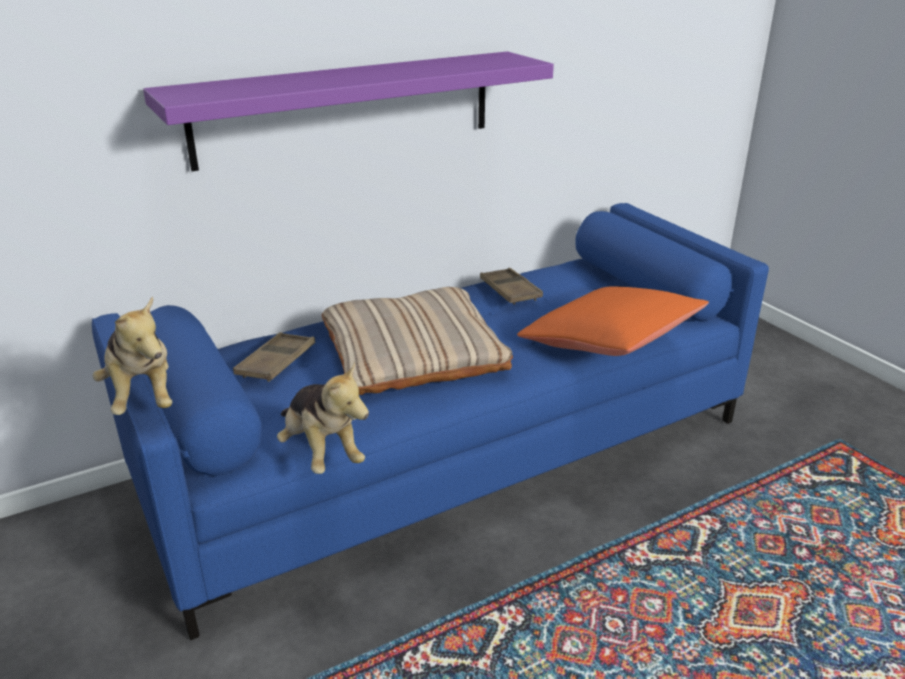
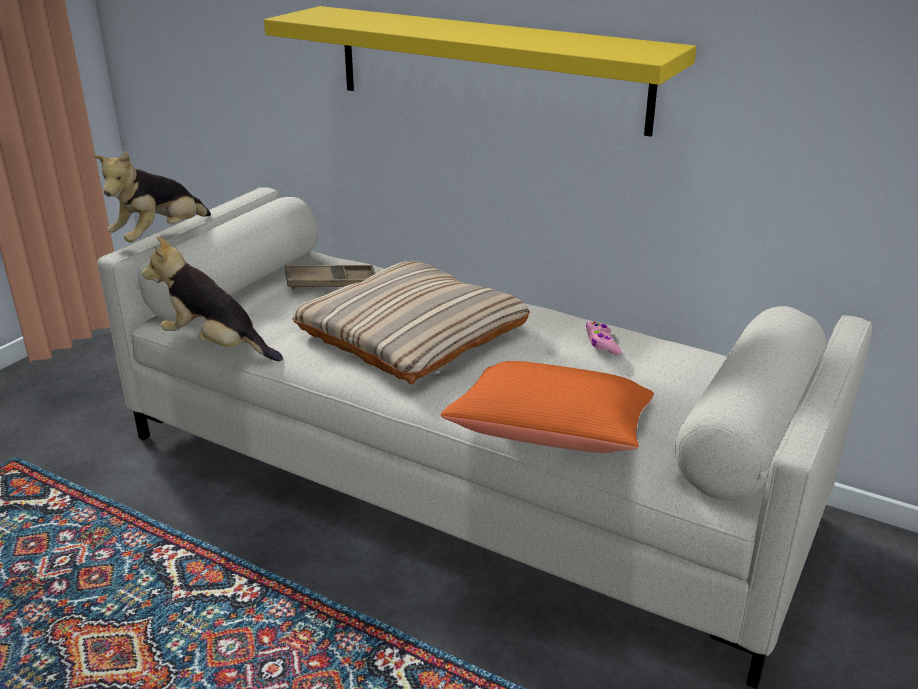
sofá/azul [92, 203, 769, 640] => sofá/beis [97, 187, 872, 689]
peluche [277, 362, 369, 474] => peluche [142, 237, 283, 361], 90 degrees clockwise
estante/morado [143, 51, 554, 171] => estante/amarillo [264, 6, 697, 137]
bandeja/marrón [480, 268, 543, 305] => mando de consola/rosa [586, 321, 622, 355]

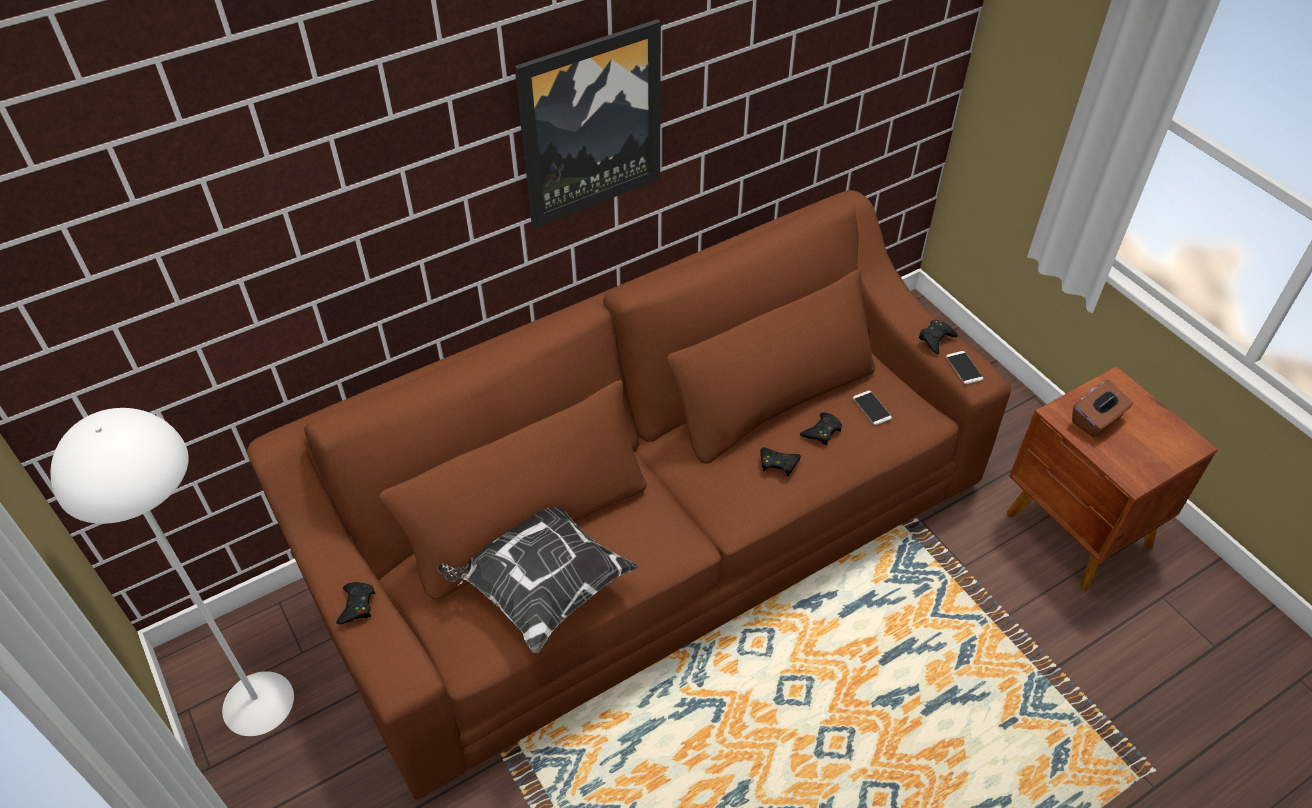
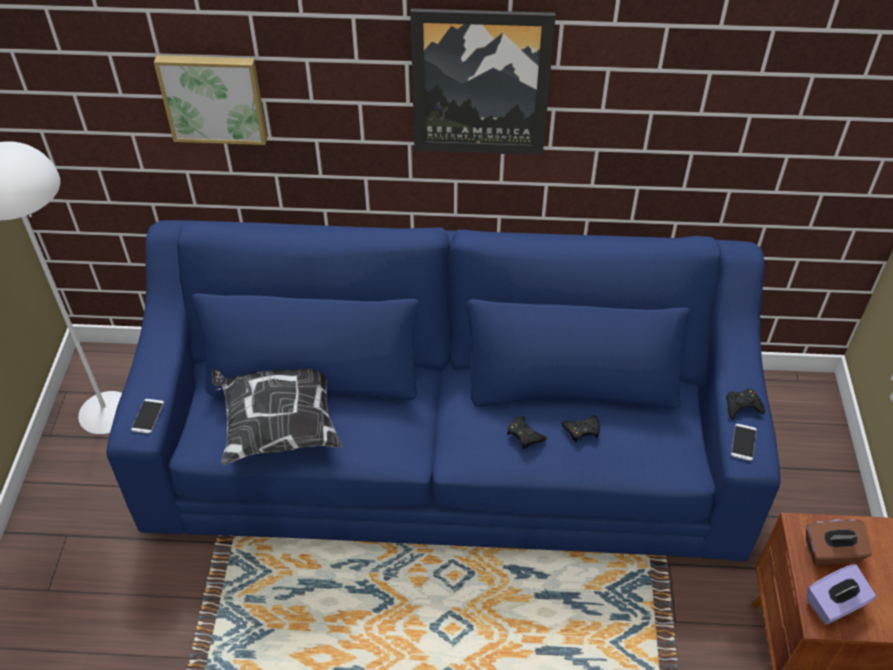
sofá/marrón [246, 190, 1011, 799] => sofá/azul [106, 220, 780, 561]
móvil [853, 391, 892, 425] => móvil [131, 399, 164, 434], move
nothing => cuadro [154, 55, 267, 145]
nothing => caja de pañuelos/morado [807, 564, 876, 625]
mando de consola/negro [336, 582, 375, 624] => nothing

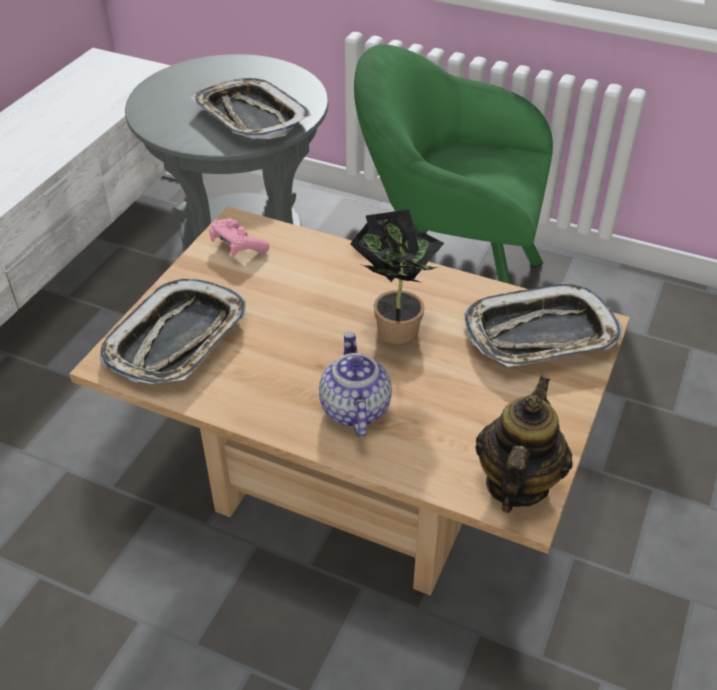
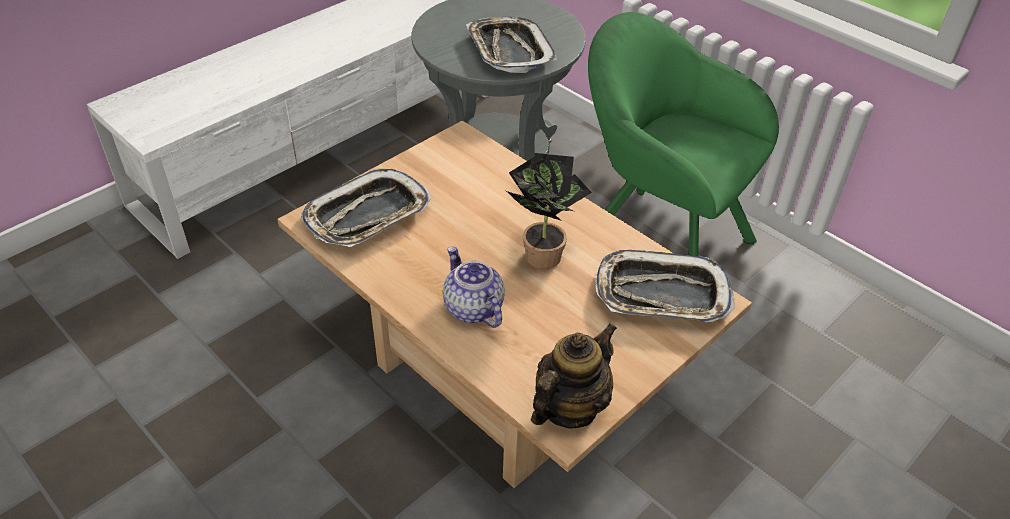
tetera [319, 332, 392, 437] => tetera [443, 246, 505, 328], 45 degrees counterclockwise
mando de consola/rosa [209, 218, 269, 257] => nothing

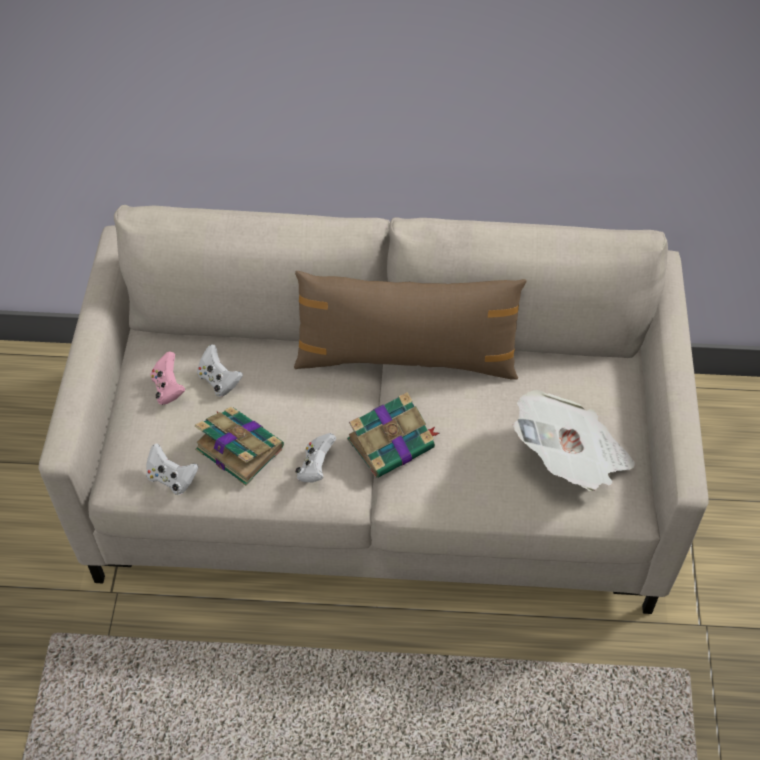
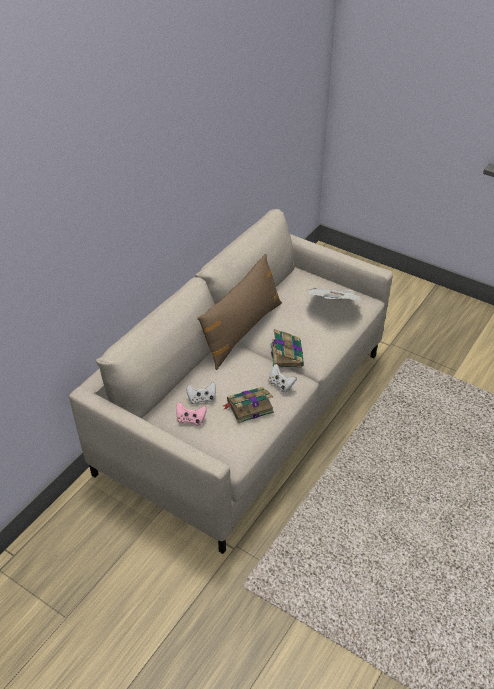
mando de consola/blanco [146, 443, 199, 495] => nothing

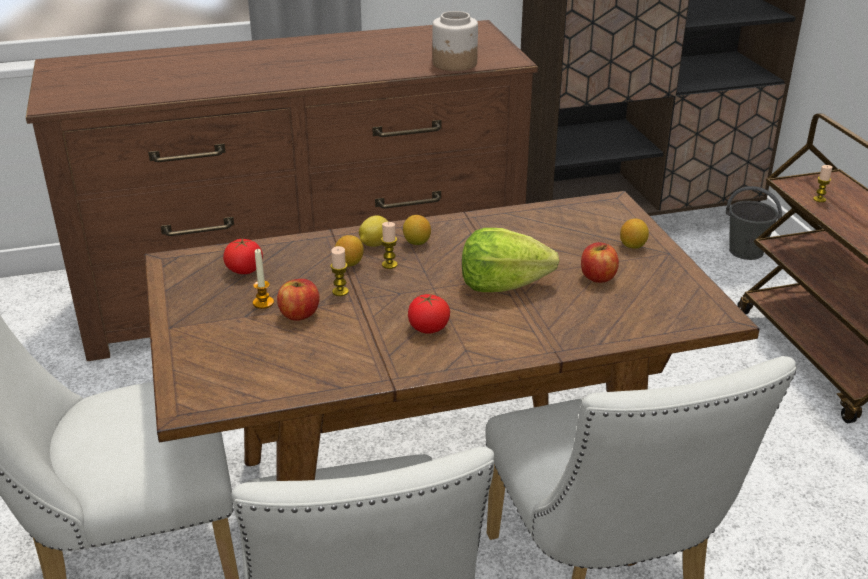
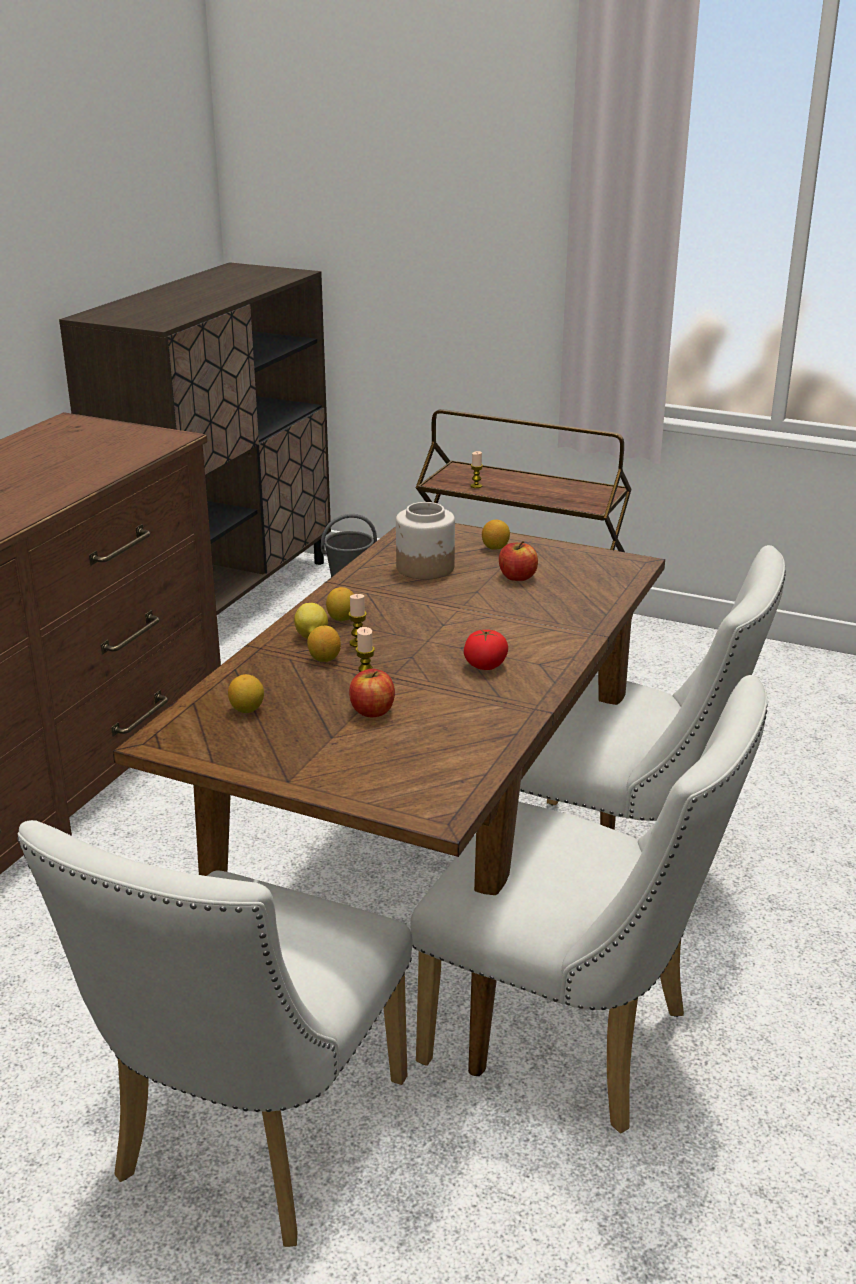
tomate [223, 238, 263, 274] => limón [228, 674, 264, 713]
tarro [432, 11, 478, 71] => tarro [396, 502, 455, 580], move
vela [253, 249, 274, 309] => nothing
lechuga [462, 228, 559, 292] => nothing

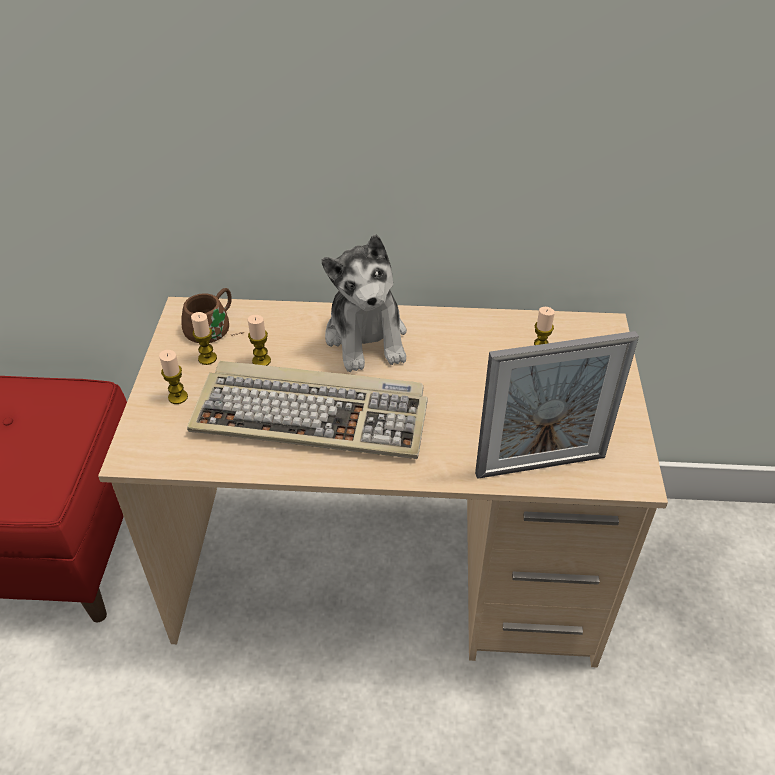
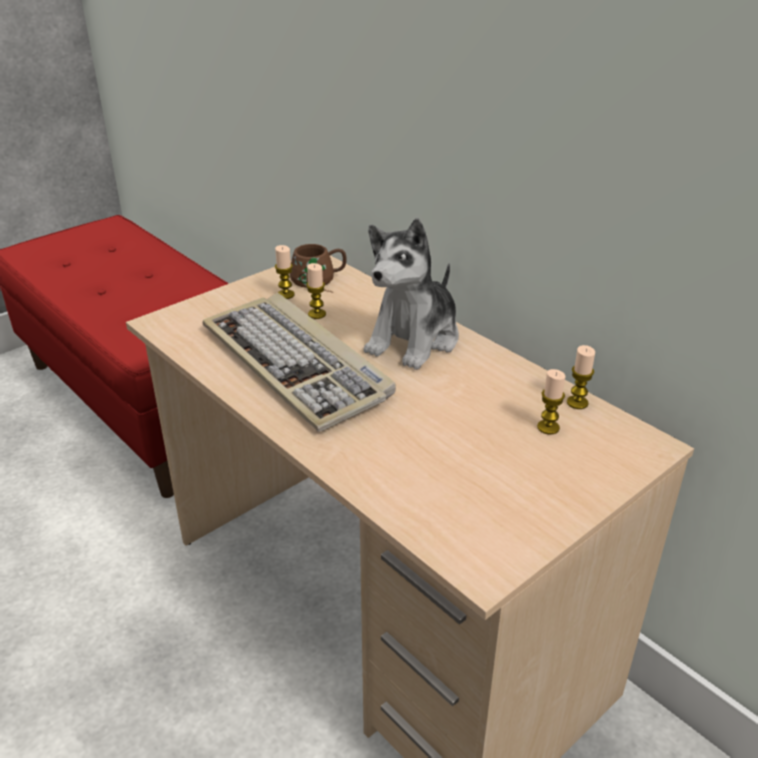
vela [159, 350, 188, 404] => vela [567, 345, 595, 409], move
portarretratos [475, 331, 639, 479] => nothing

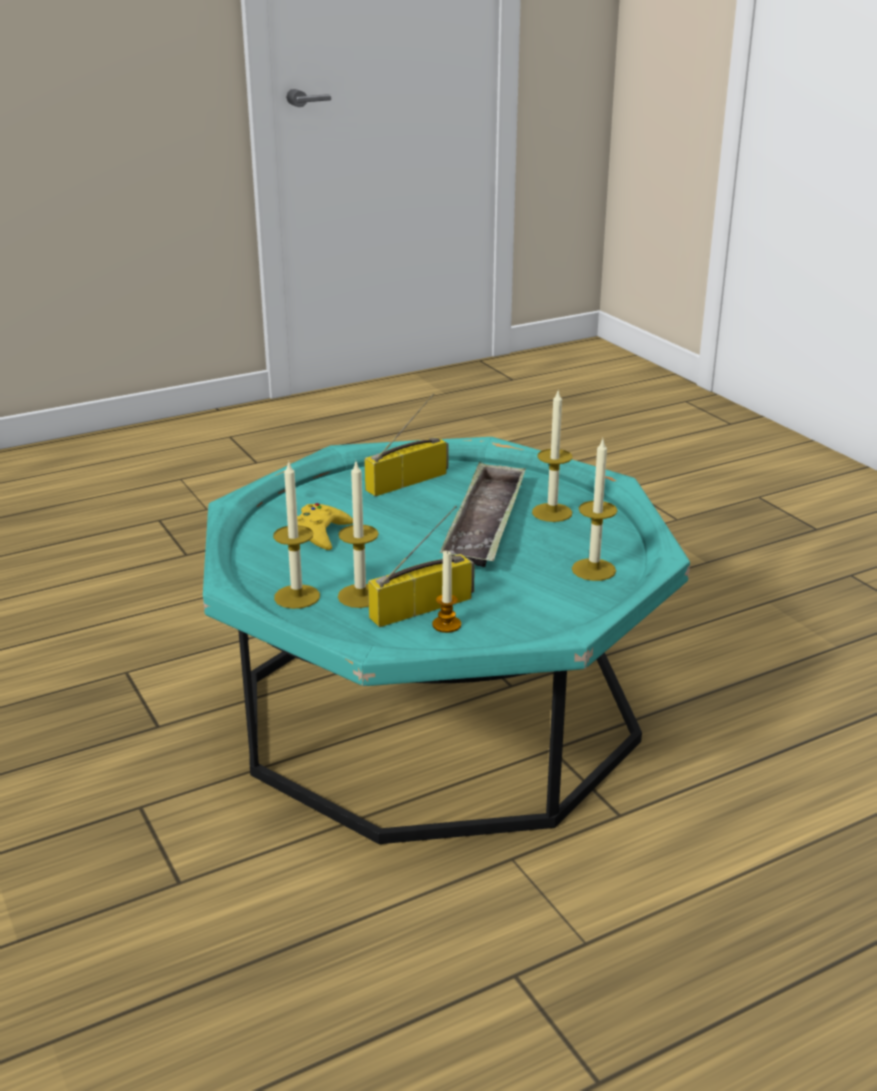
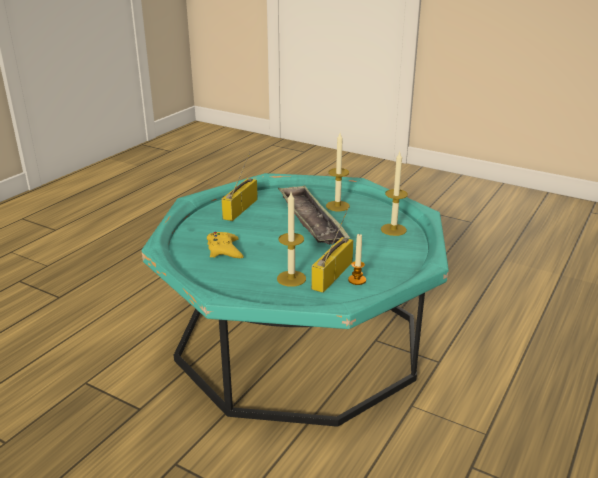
vela [273, 461, 320, 609] => nothing

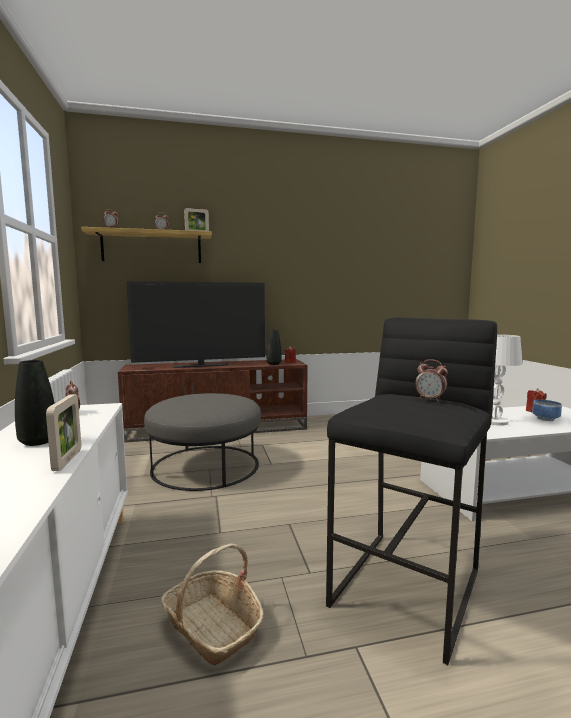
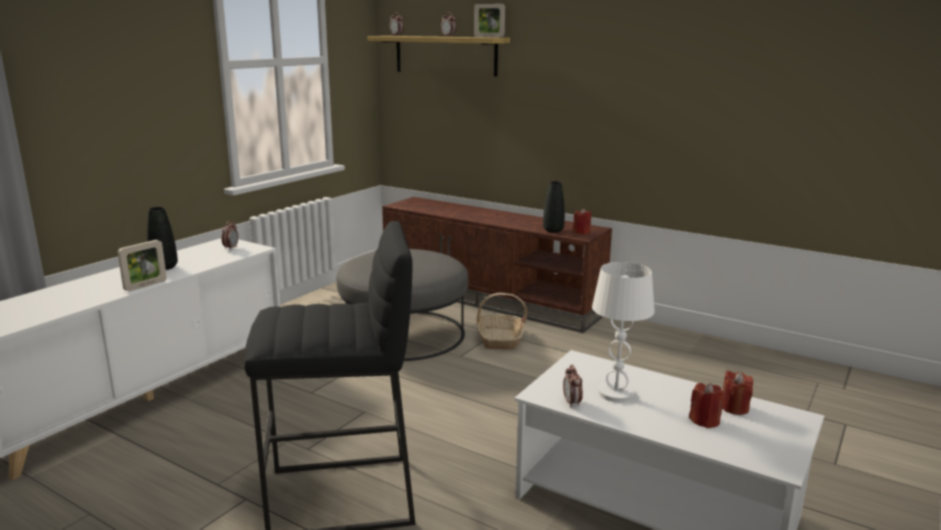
cesta [161, 544, 264, 666] => cesta [477, 293, 527, 350], move
despertador [415, 359, 448, 401] => despertador [563, 365, 583, 408], move
cuenco [532, 400, 562, 421] => vela/rojo [689, 383, 725, 428]
televisor [126, 281, 265, 368] => nothing

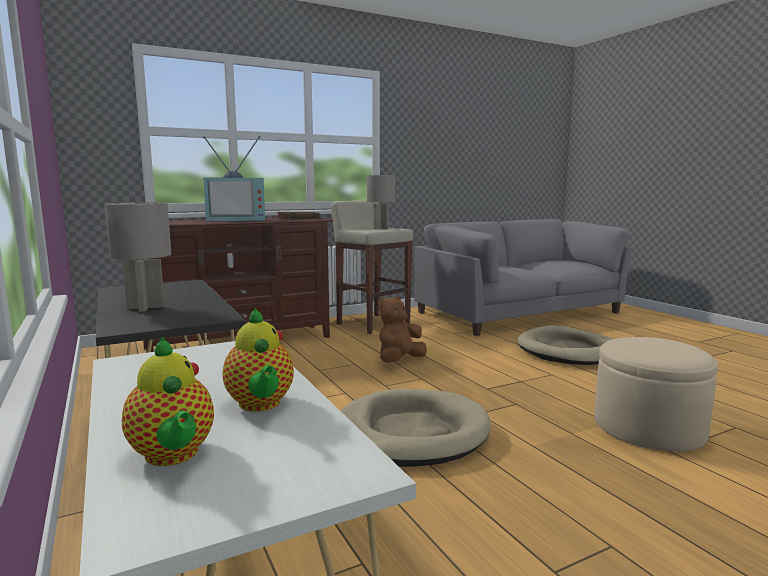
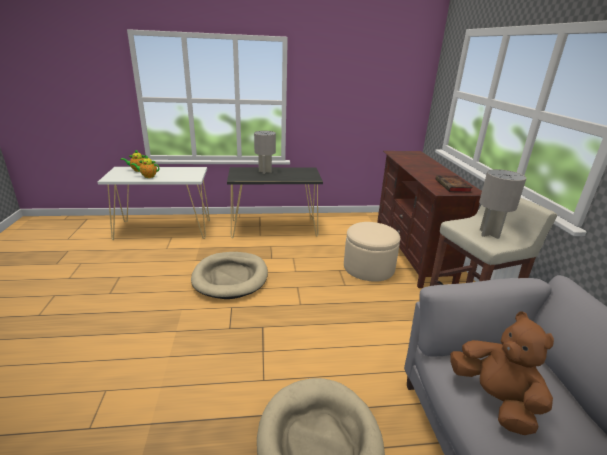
puf/beis [595, 337, 718, 451] => puf/beis [344, 222, 400, 282], move
peluche/marrón [378, 296, 427, 363] => peluche/marrón [450, 311, 554, 435], move
televisor [203, 135, 265, 221] => nothing

